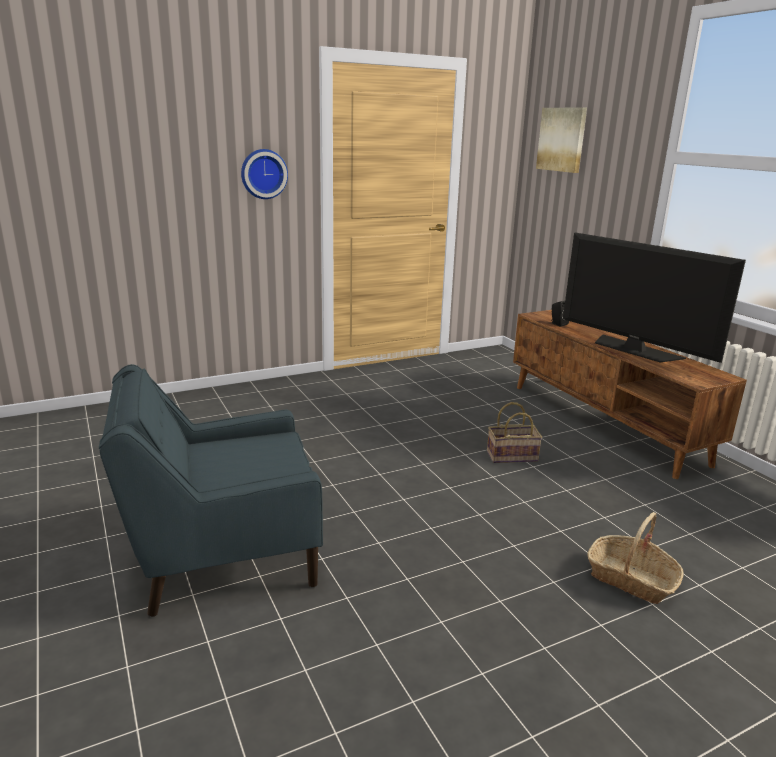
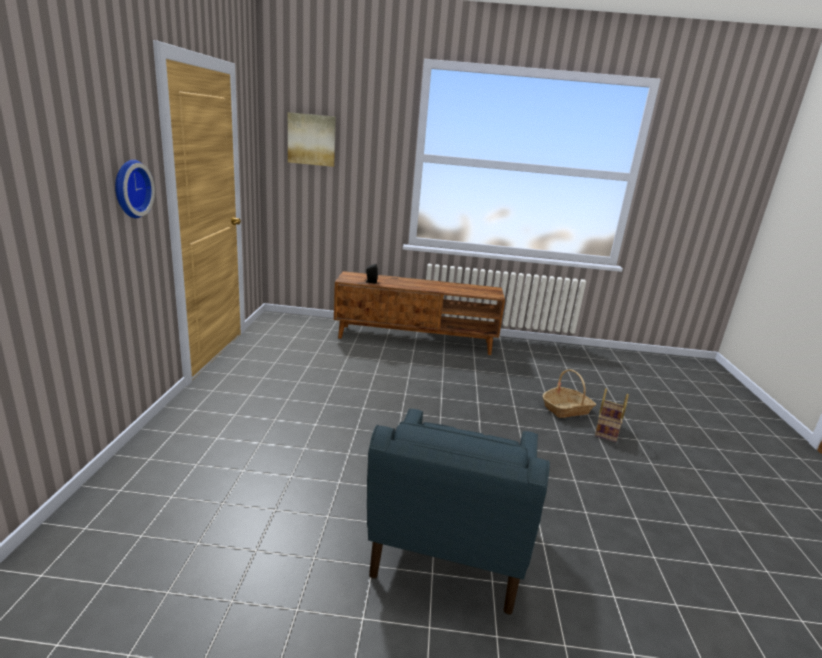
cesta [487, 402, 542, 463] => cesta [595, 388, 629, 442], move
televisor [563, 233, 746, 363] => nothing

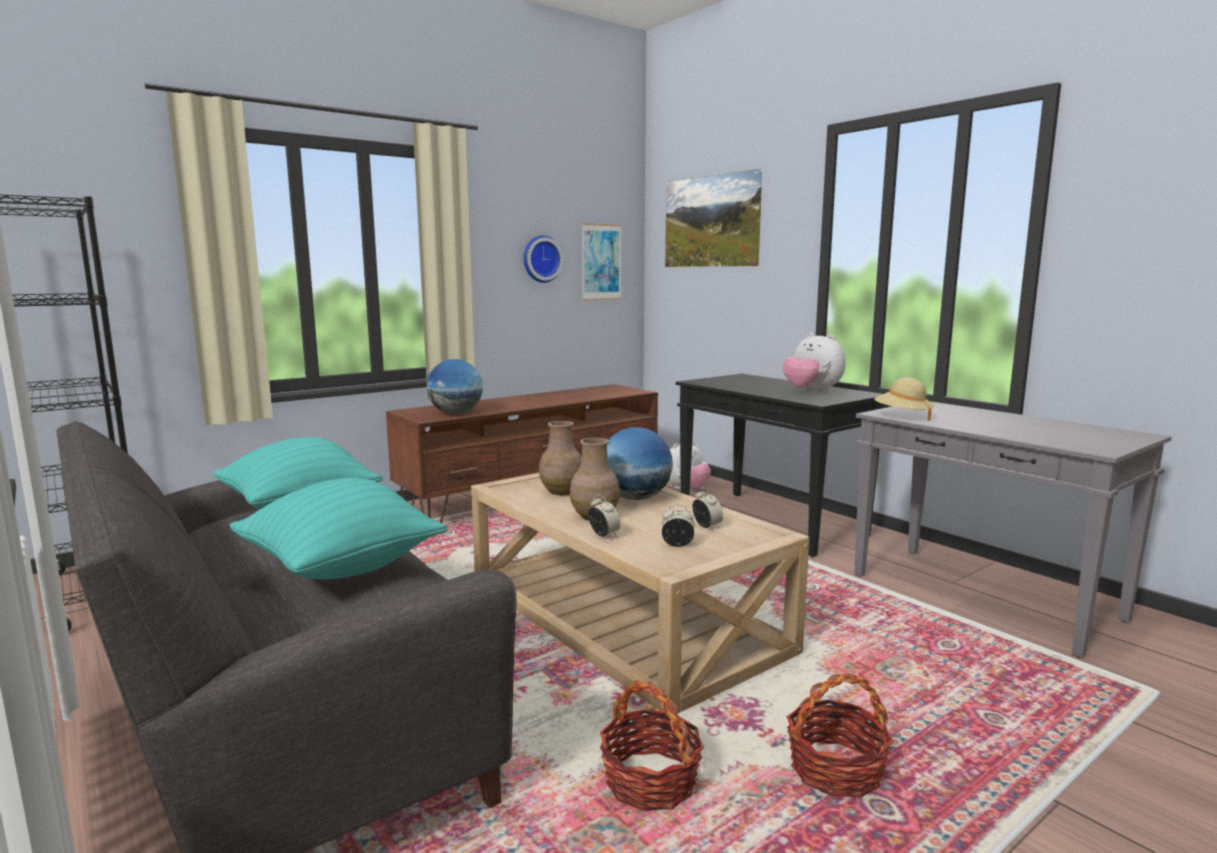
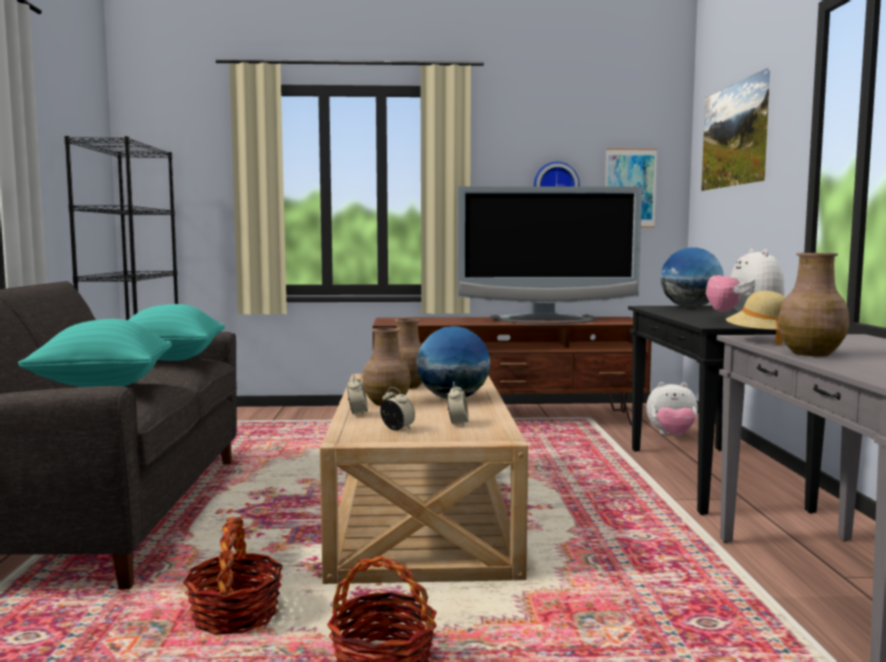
nothing => televisor [457, 186, 642, 324]
globo terráqueo [427, 359, 483, 414] => globo terráqueo [660, 247, 724, 308], move
nothing => florero/marrón [778, 253, 849, 356]

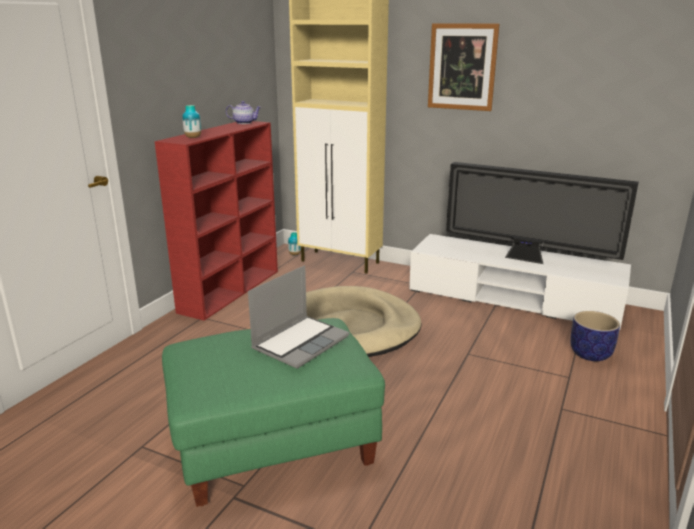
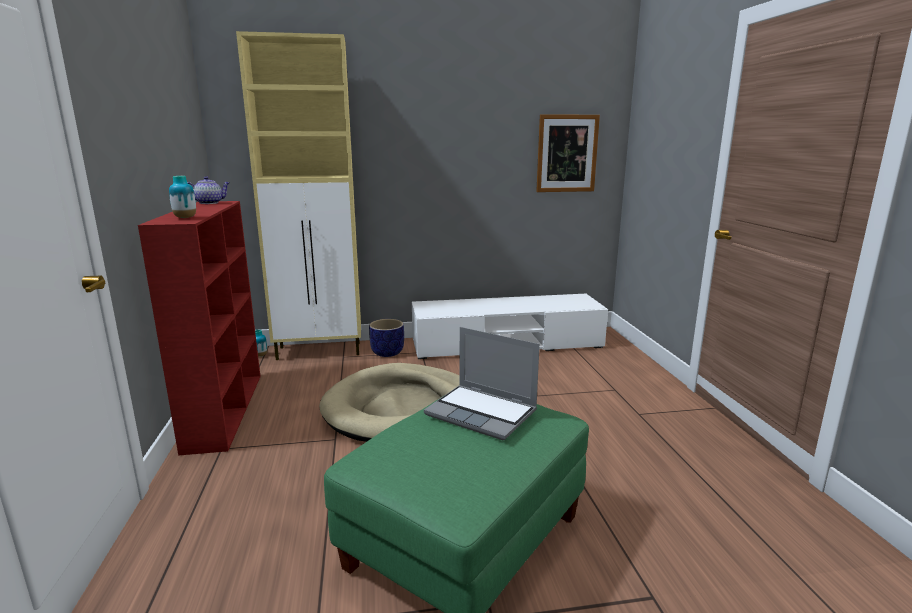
maceta [570, 311, 620, 361] => maceta [369, 319, 404, 357], move
portátil [248, 265, 349, 369] => portátil [424, 327, 540, 440], 120 degrees clockwise
cuadro [428, 24, 499, 111] => cuadro [536, 114, 600, 192], move
televisor [446, 162, 639, 264] => nothing

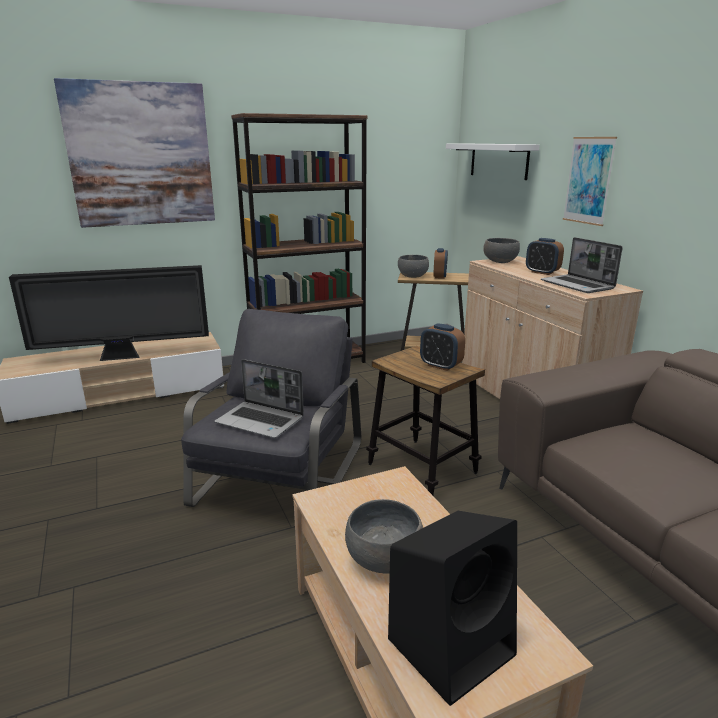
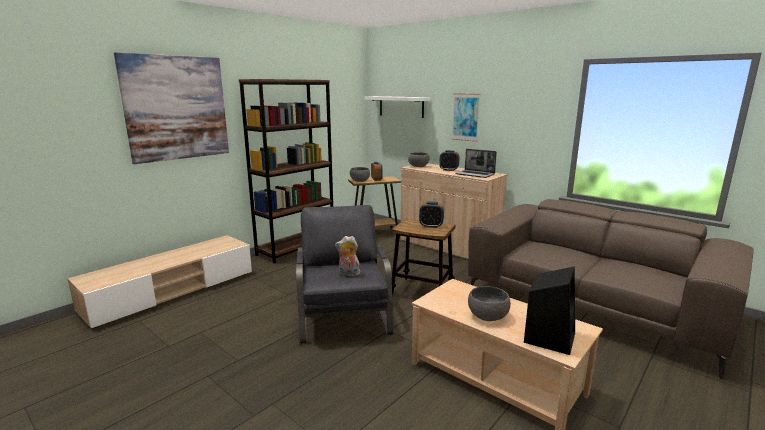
portátil [215, 359, 304, 438] => peluche [335, 236, 360, 276]
televisor [9, 265, 209, 361] => nothing

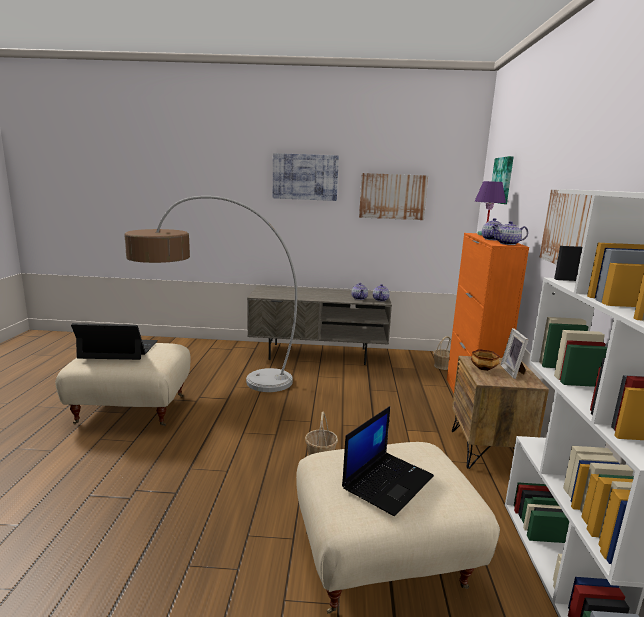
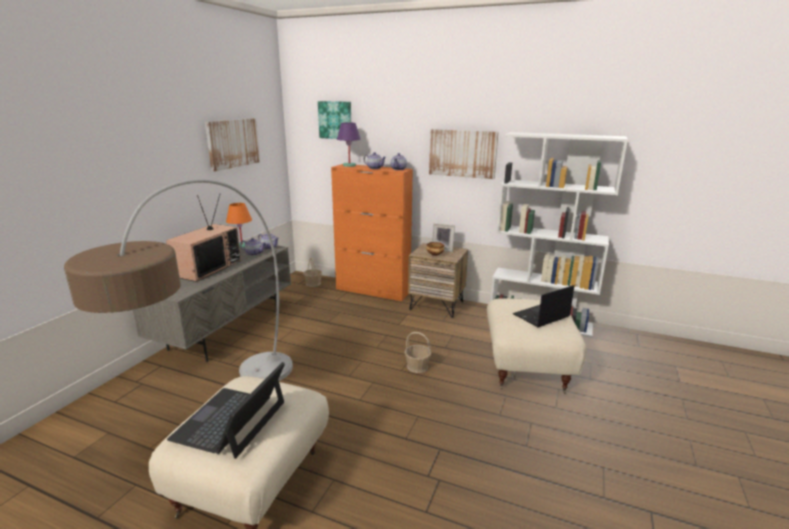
nothing => televisor [166, 194, 241, 282]
nothing => lámpara de mesa/naranja [226, 203, 252, 249]
portátil [342, 406, 434, 517] => portátil [512, 285, 574, 327], 90 degrees counterclockwise
cuadro [273, 153, 339, 201] => nothing

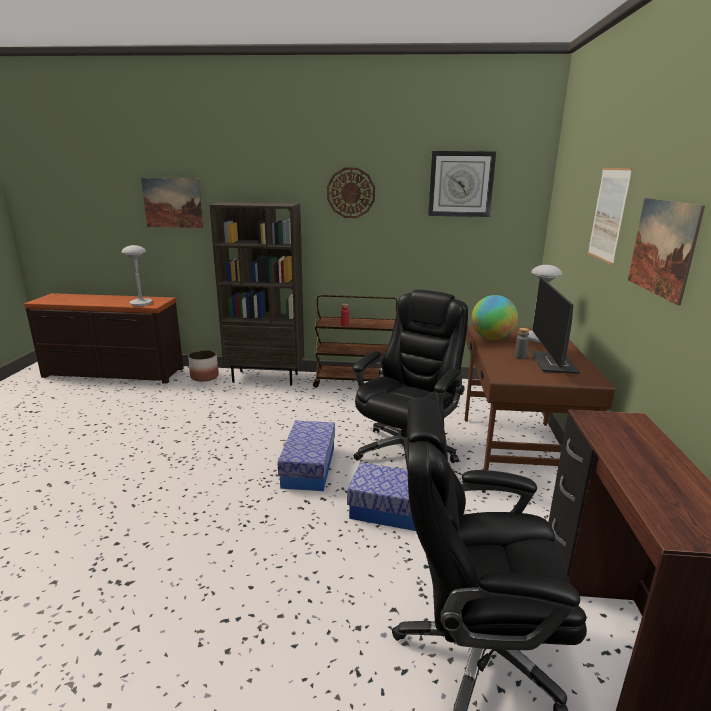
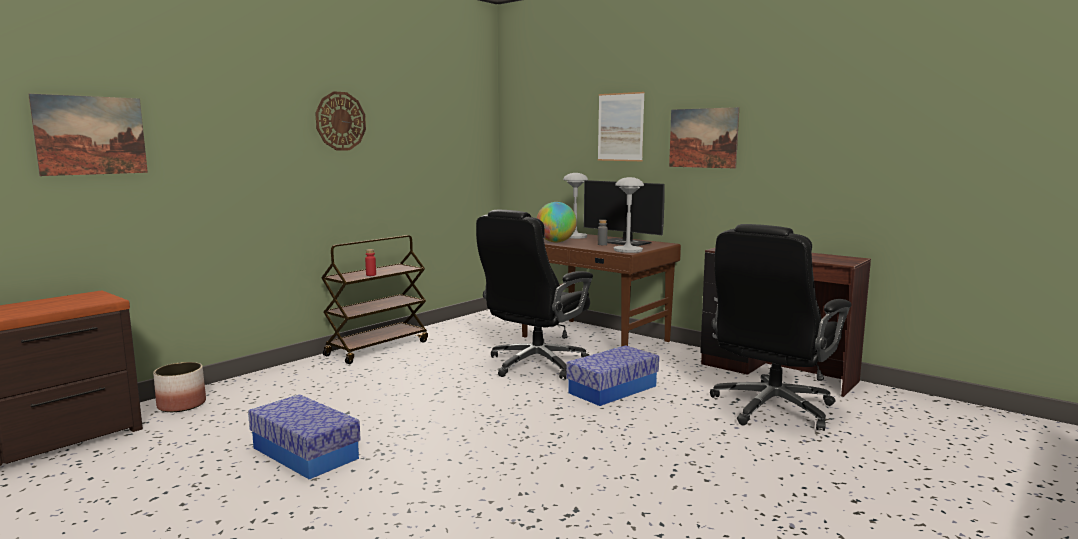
caja de almacenaje [277, 421, 335, 491] => caja de almacenaje [248, 394, 361, 480], move
silla de oficina/negro [353, 290, 468, 466] => silla de oficina/negro [476, 210, 593, 379], 120 degrees counterclockwise
lámpara de mesa/gris [121, 245, 152, 306] => lámpara de mesa/gris [613, 177, 644, 253], move
estantería/marrón [209, 202, 304, 385] => nothing
reloj de pared [428, 151, 496, 217] => nothing

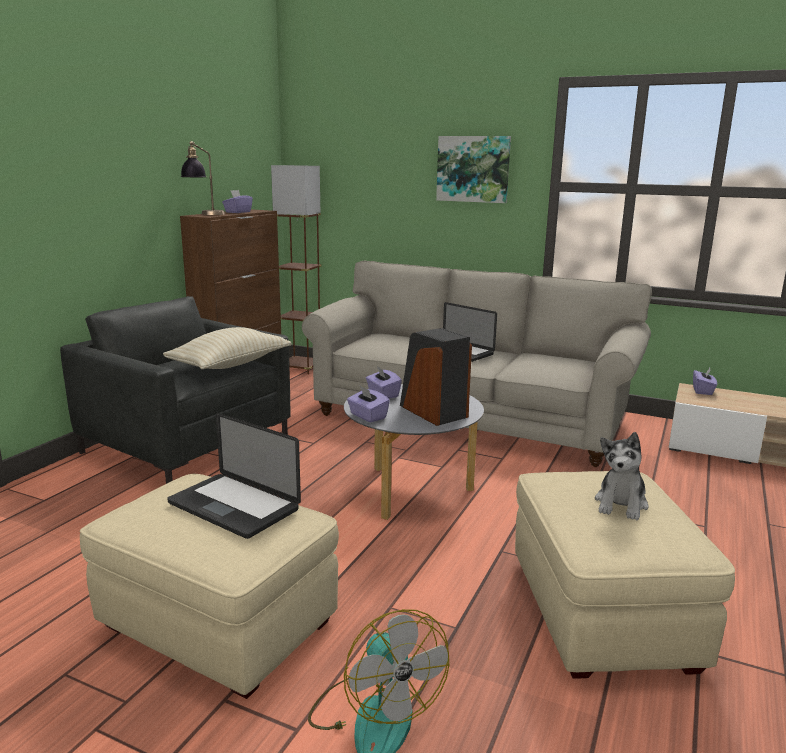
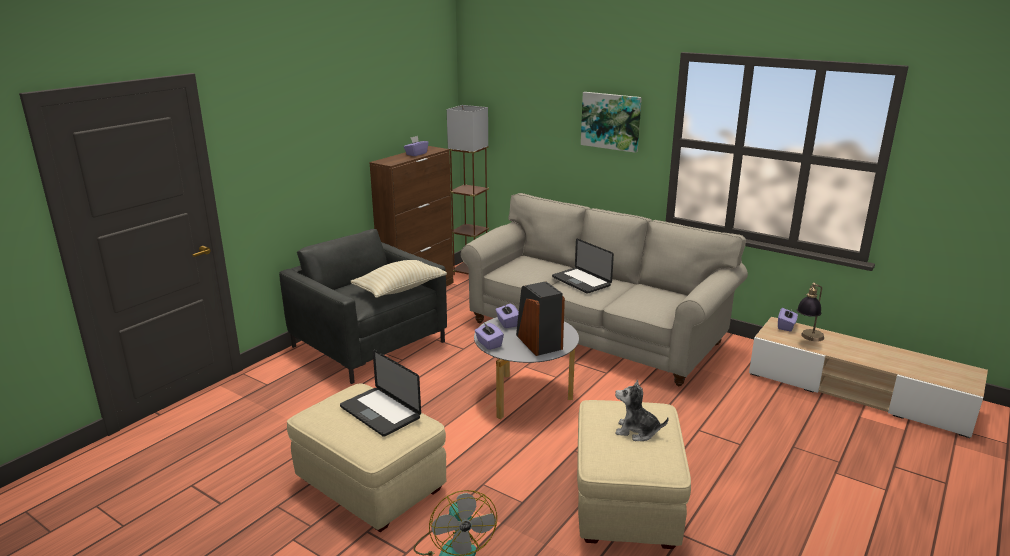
peluche [595, 432, 649, 520] => peluche [615, 380, 669, 441], 75 degrees clockwise
lámpara de mesa [181, 141, 225, 215] => lámpara de mesa [797, 283, 824, 341], move

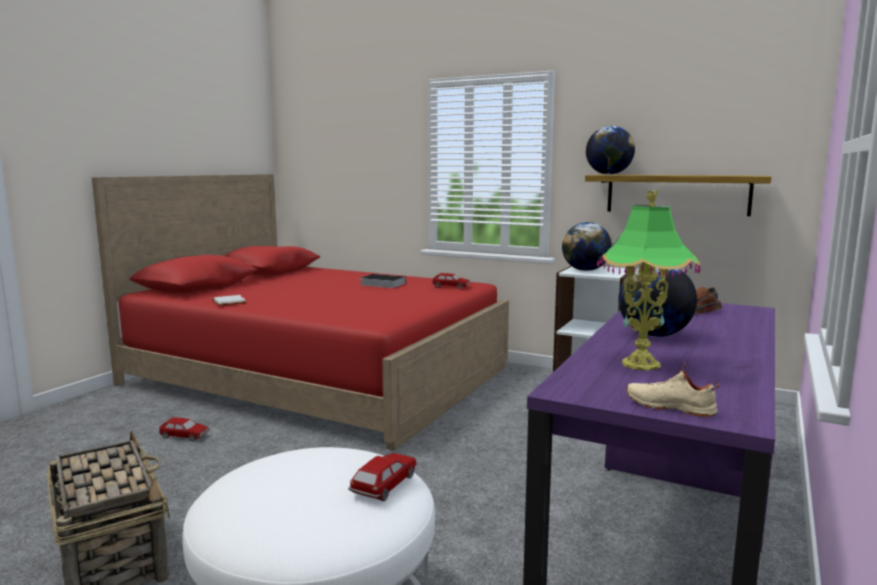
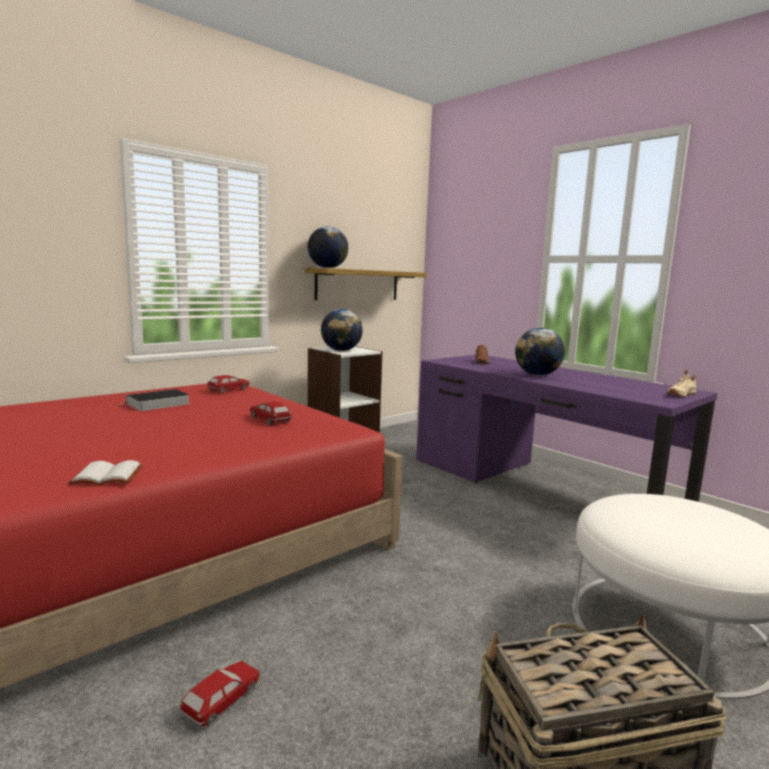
coche de juguete [348, 453, 418, 501] => coche de juguete [249, 401, 293, 425], move
lámpara de mesa [597, 190, 700, 371] => nothing

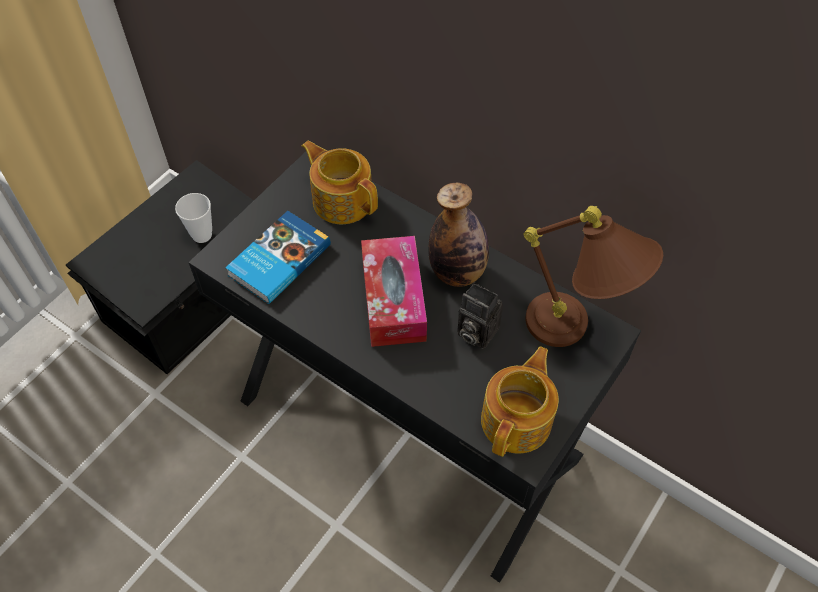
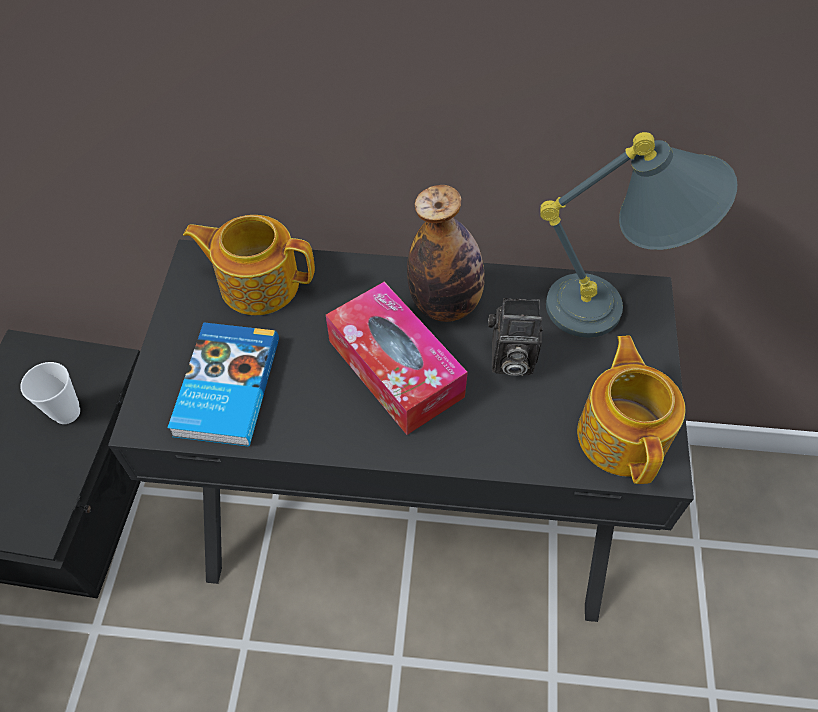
lámpara de mesa/marrón [524, 206, 663, 347] => lámpara de mesa/gris [540, 132, 737, 338]

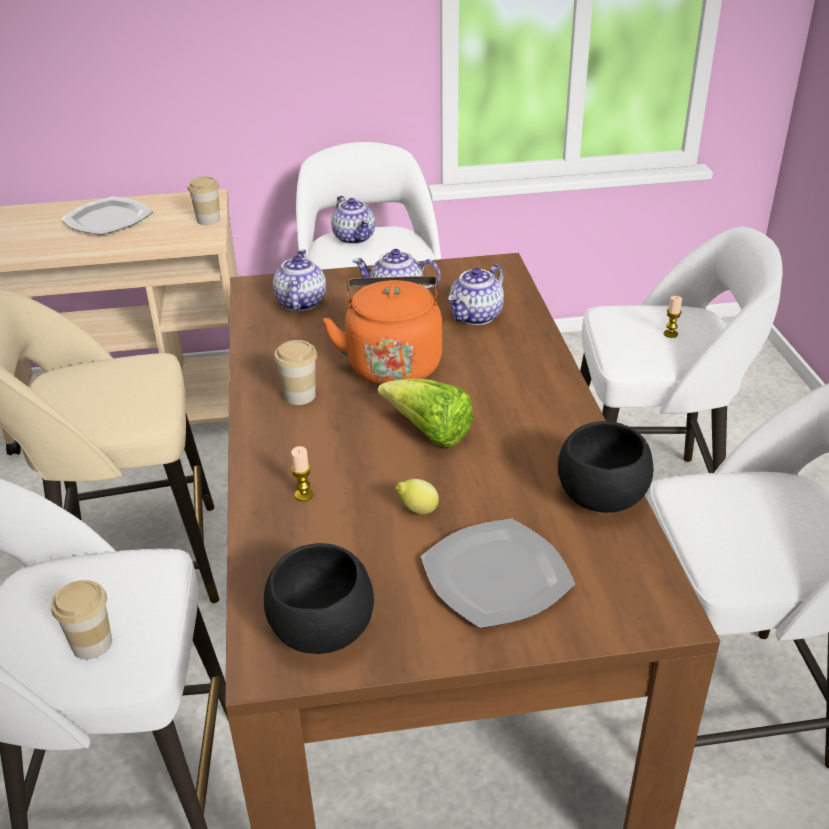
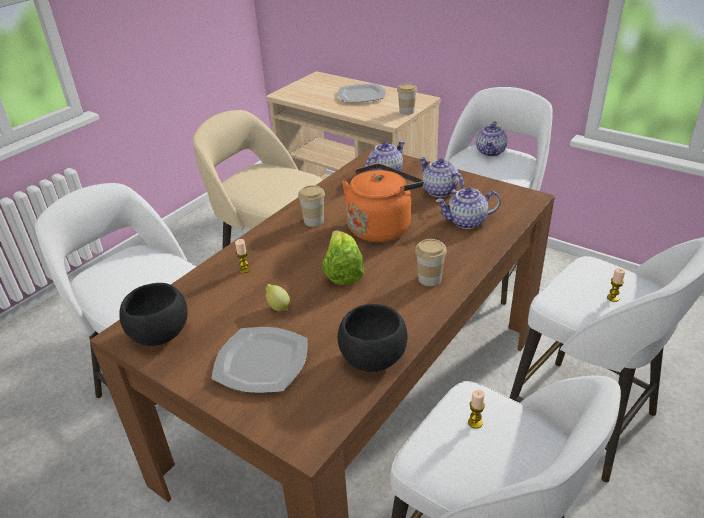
taza [51, 580, 112, 659] => taza [415, 239, 447, 286], move
nothing => vela [468, 390, 485, 429]

